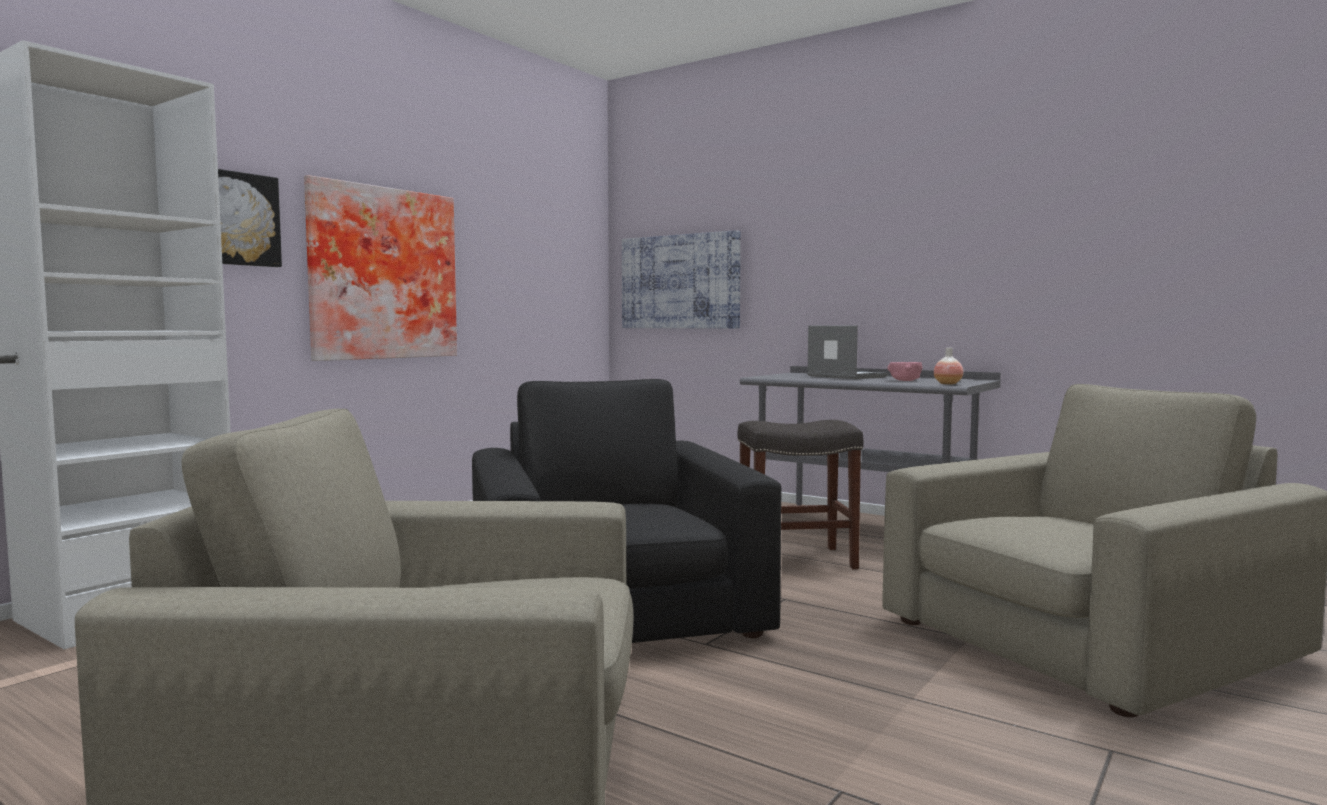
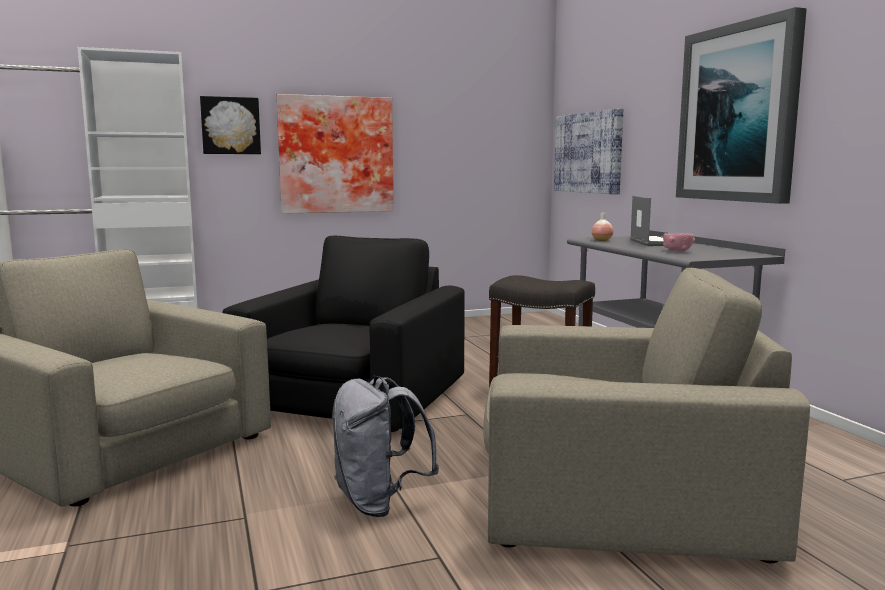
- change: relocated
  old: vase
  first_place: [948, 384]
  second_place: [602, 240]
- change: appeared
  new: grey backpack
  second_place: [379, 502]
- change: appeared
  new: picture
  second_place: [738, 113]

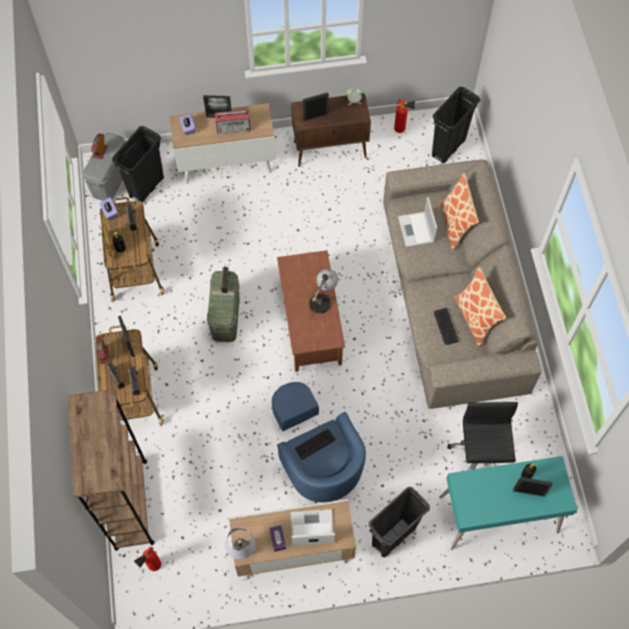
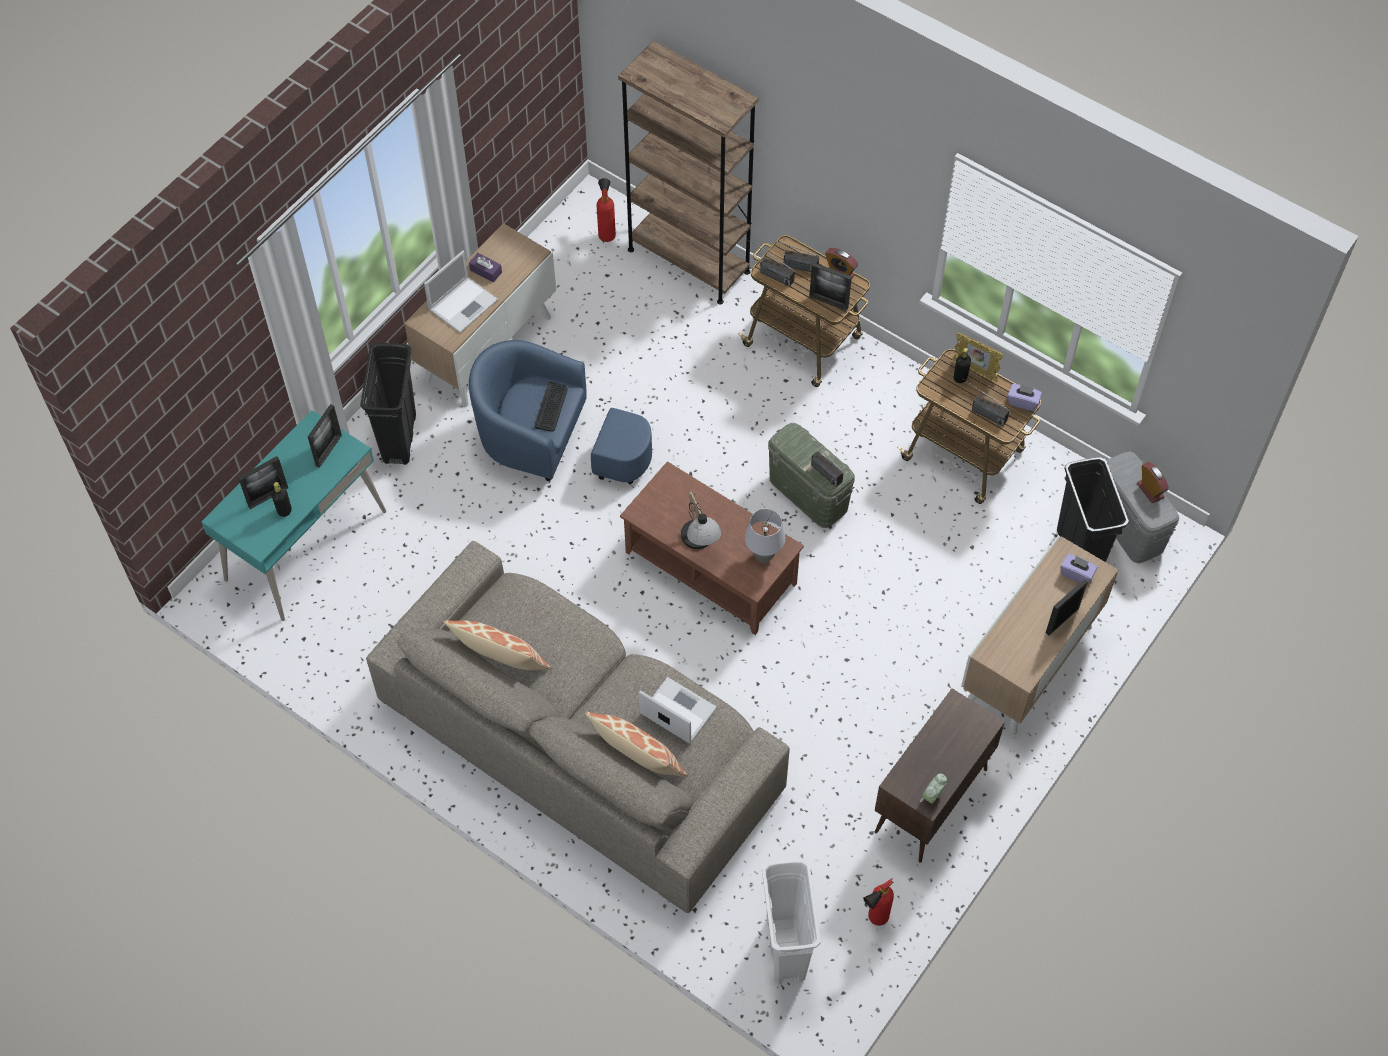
- change: missing
  old: radio
  first_place: [234, 127]
- change: relocated
  old: grey table lamp
  first_place: [242, 550]
  second_place: [764, 557]
- change: relocated
  old: picture frame
  first_place: [315, 116]
  second_place: [329, 450]
- change: colour
  old: black trash can
  new: white trash can
  first_place: [448, 148]
  second_place: [785, 948]
- change: missing
  old: keyboard
  first_place: [445, 326]
- change: missing
  old: black office chair
  first_place: [480, 455]

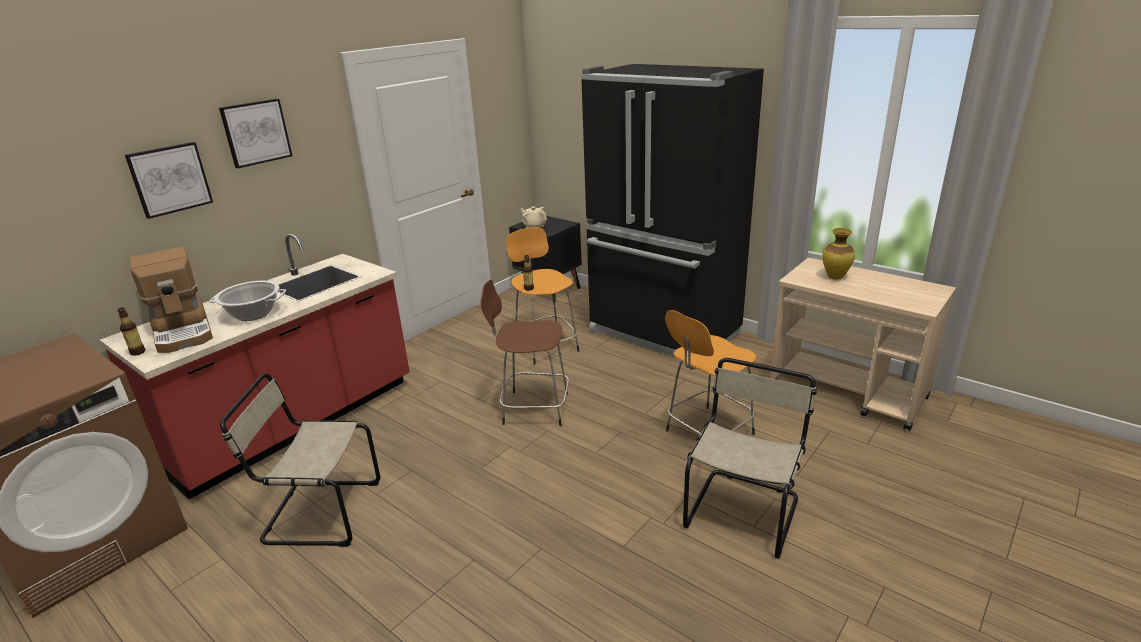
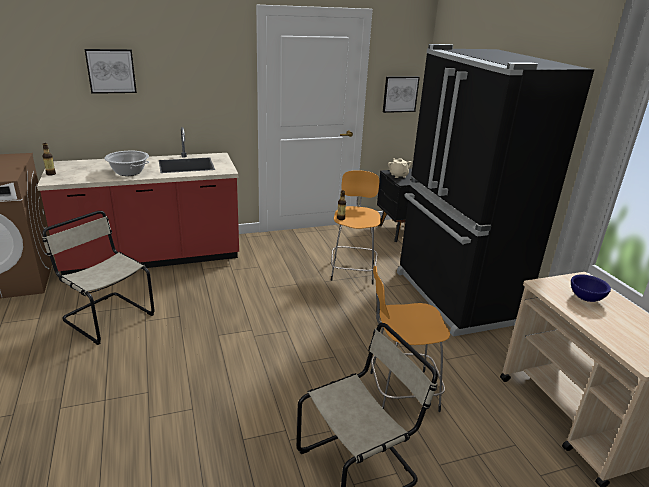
- change: missing
  old: coffee machine
  first_place: [184, 331]
- change: relocated
  old: picture
  first_place: [256, 132]
  second_place: [400, 94]
- change: missing
  old: brown stool
  first_place: [533, 408]
- change: exchanged
  old: vase
  new: blue bowl
  first_place: [835, 277]
  second_place: [586, 298]

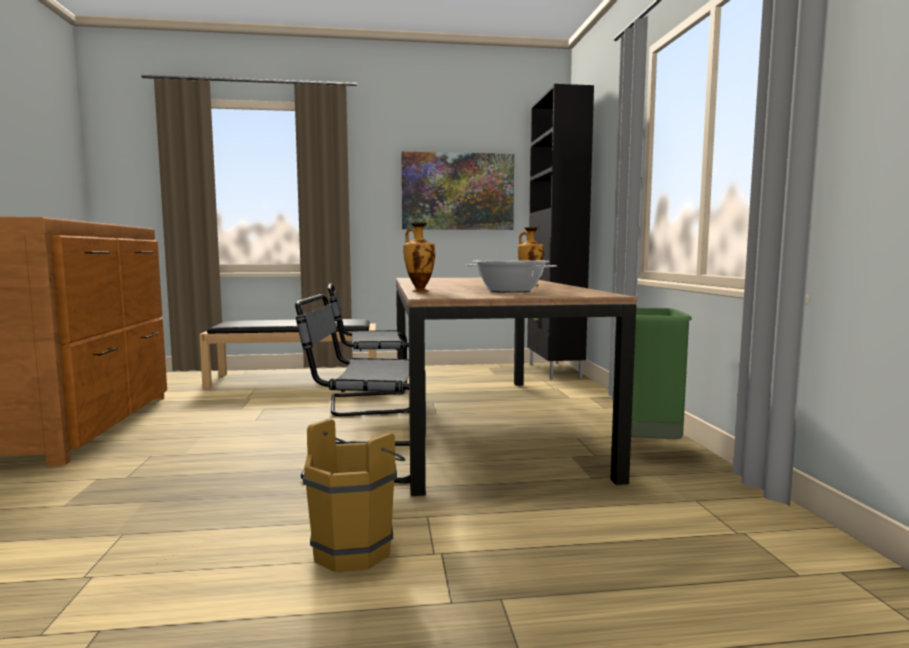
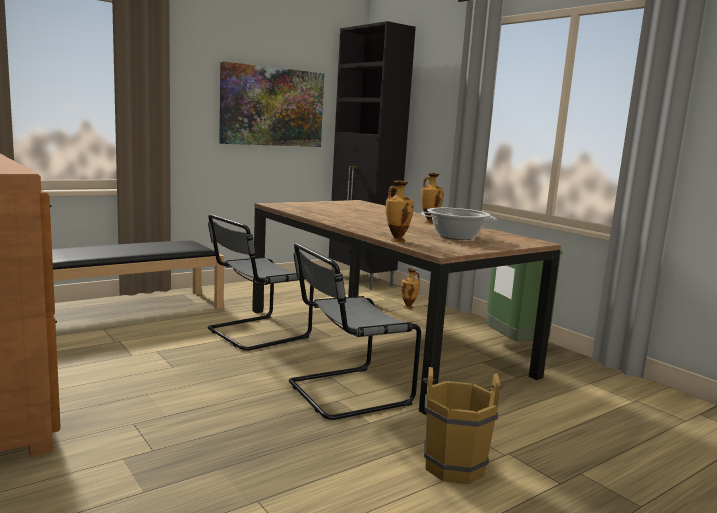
- change: appeared
  new: vase
  second_place: [408, 307]

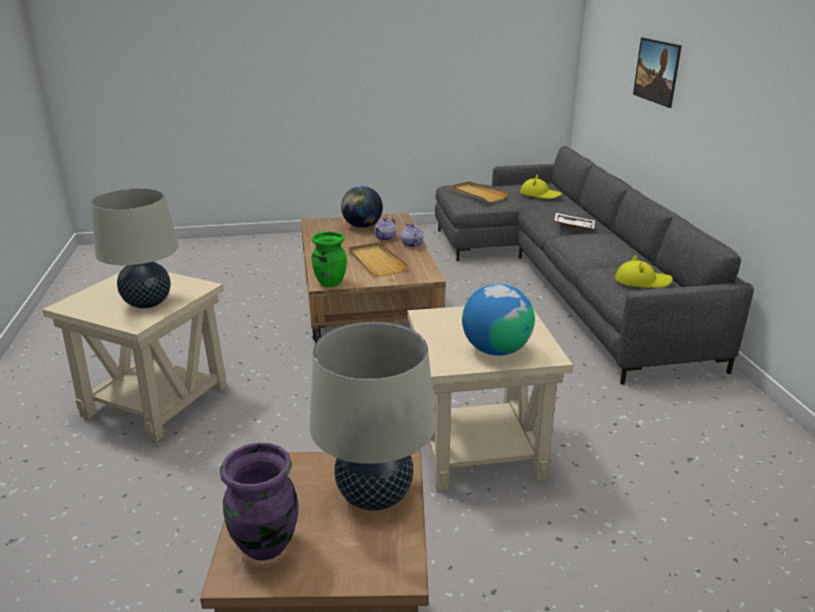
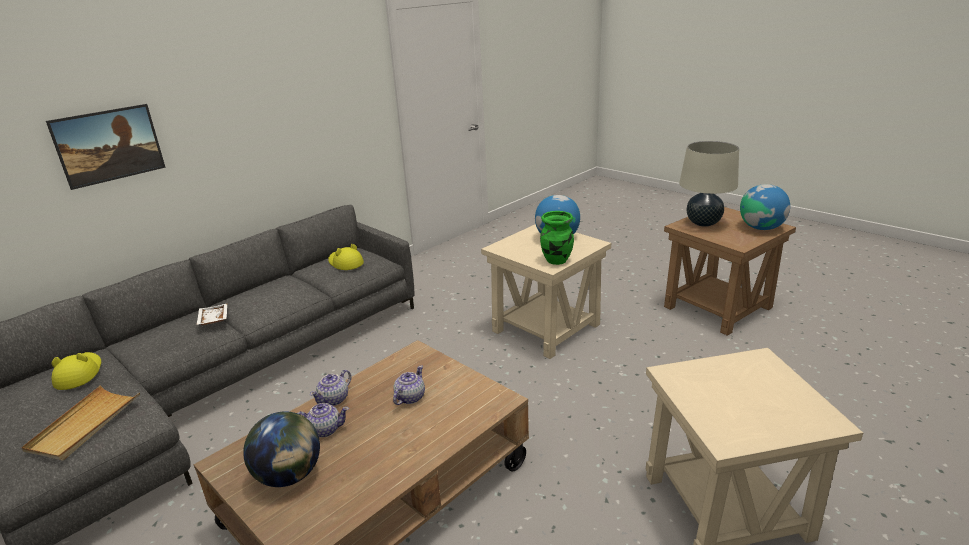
- change: missing
  old: beige table lamp
  first_place: [147, 303]
- change: exchanged
  old: purple vase
  new: globe
  first_place: [266, 545]
  second_place: [761, 228]
- change: relocated
  old: green vase
  first_place: [330, 283]
  second_place: [556, 260]
- change: exchanged
  old: beige tray
  new: teapot
  first_place: [376, 261]
  second_place: [409, 397]

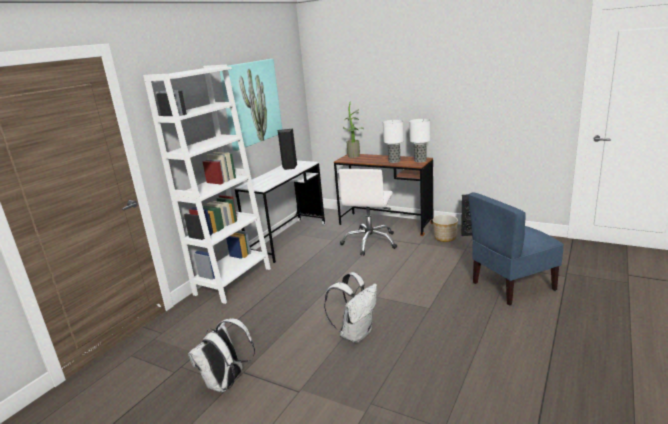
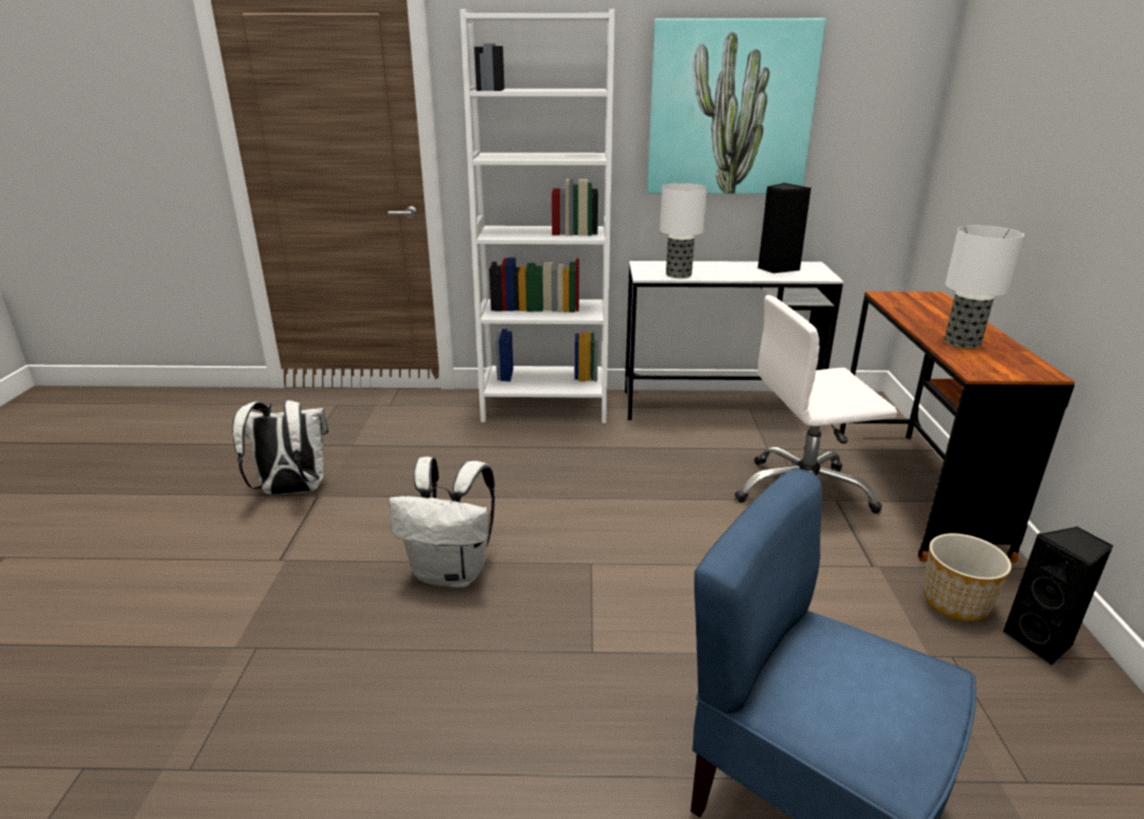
- change: missing
  old: potted plant
  first_place: [355, 156]
- change: relocated
  old: table lamp
  first_place: [419, 161]
  second_place: [678, 274]

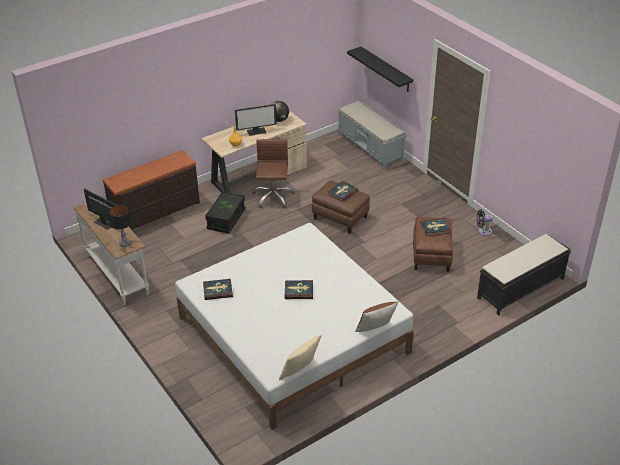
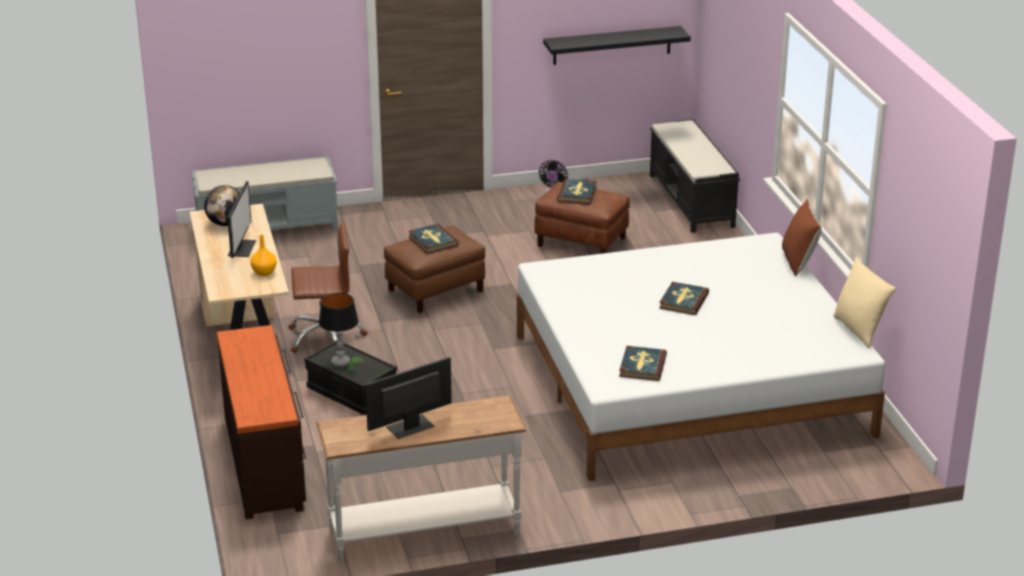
- change: relocated
  old: table lamp
  first_place: [125, 243]
  second_place: [340, 362]
- change: spun
  old: brown office chair
  first_place: [273, 197]
  second_place: [325, 337]
  degrees: 150
- change: relocated
  old: black shelf
  first_place: [386, 69]
  second_place: [612, 45]

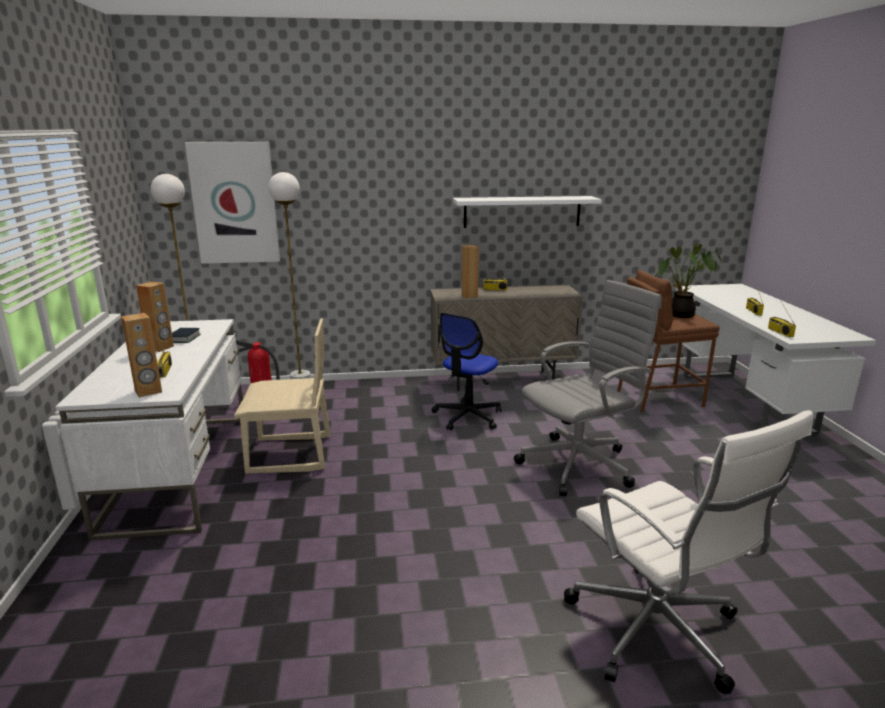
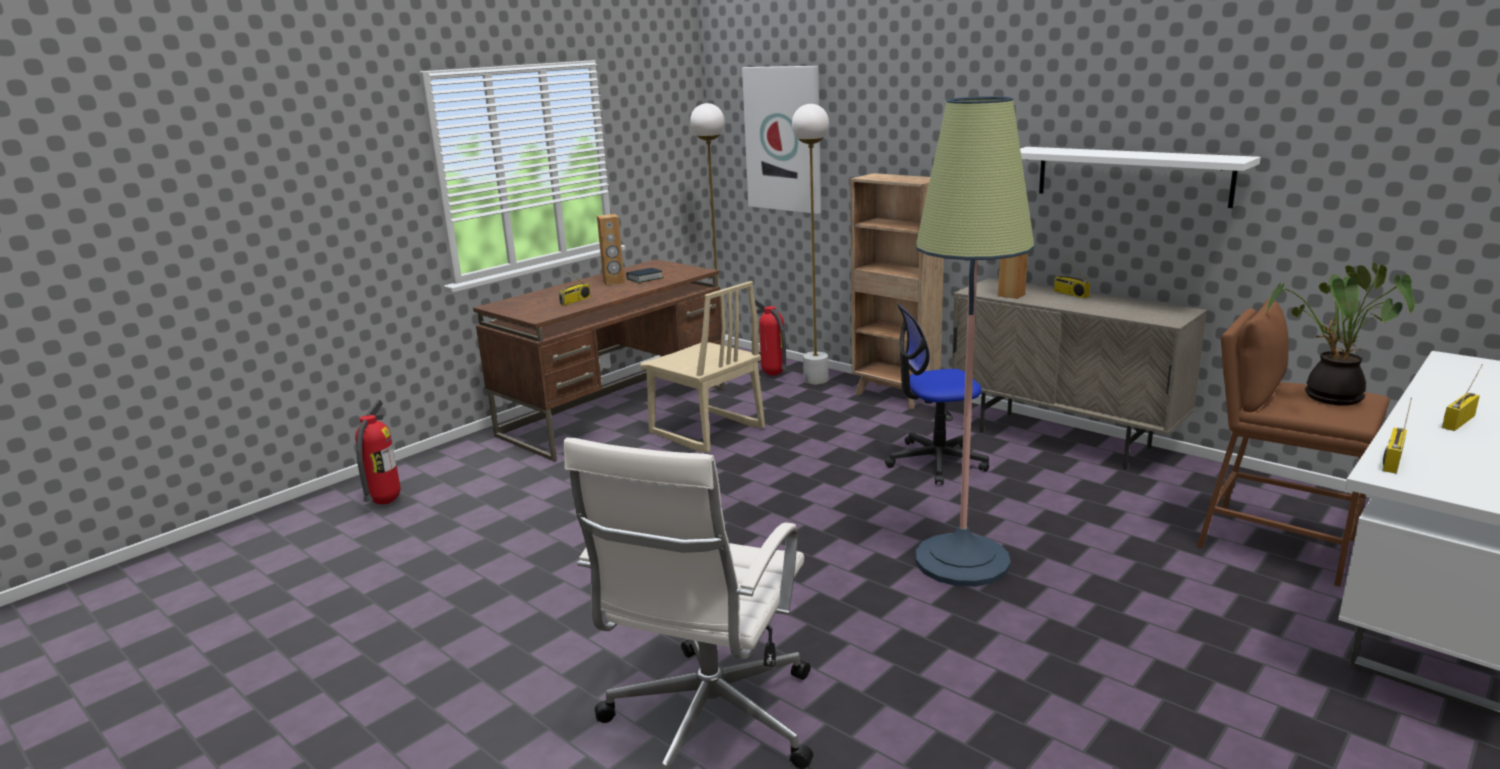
- change: colour
  old: white desk
  new: brown desk
  first_place: [180, 470]
  second_place: [616, 412]
- change: missing
  old: brown speaker
  first_place: [148, 391]
- change: exchanged
  old: grey office chair
  new: floor lamp
  first_place: [580, 464]
  second_place: [962, 561]
- change: appeared
  new: fire extinguisher
  second_place: [385, 502]
- change: appeared
  new: brown bookcase
  second_place: [895, 396]

